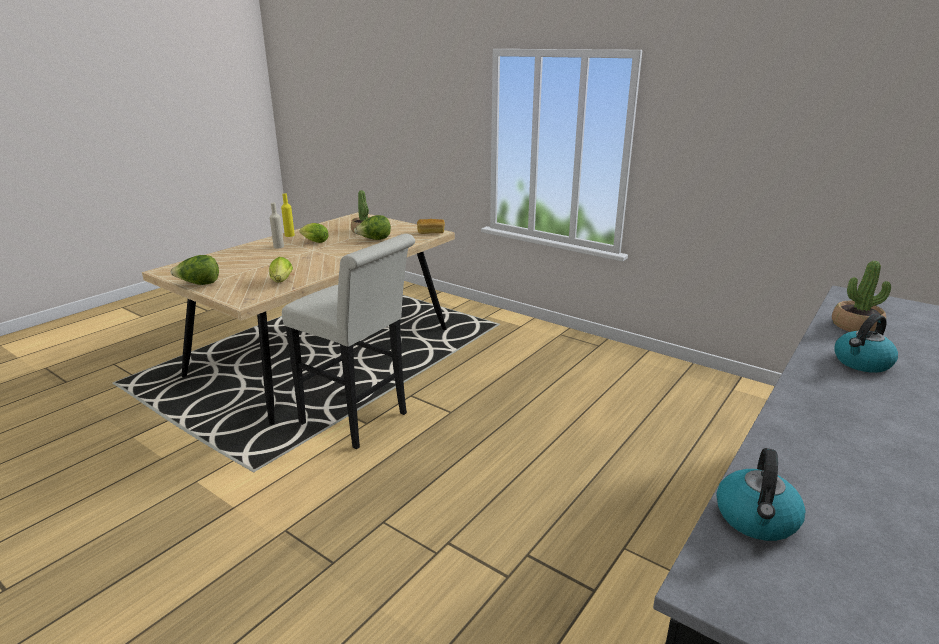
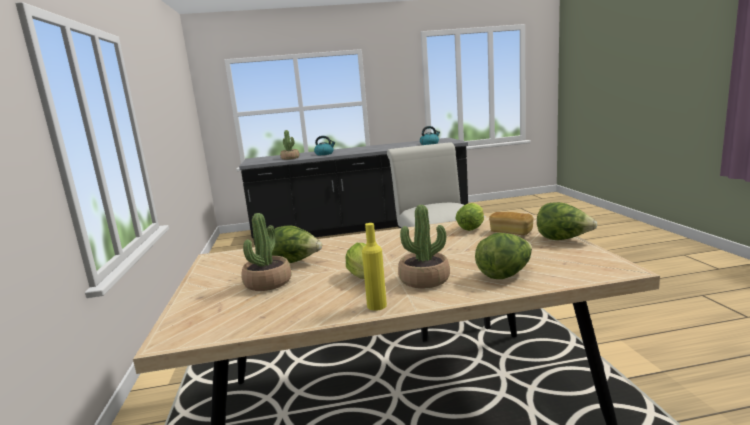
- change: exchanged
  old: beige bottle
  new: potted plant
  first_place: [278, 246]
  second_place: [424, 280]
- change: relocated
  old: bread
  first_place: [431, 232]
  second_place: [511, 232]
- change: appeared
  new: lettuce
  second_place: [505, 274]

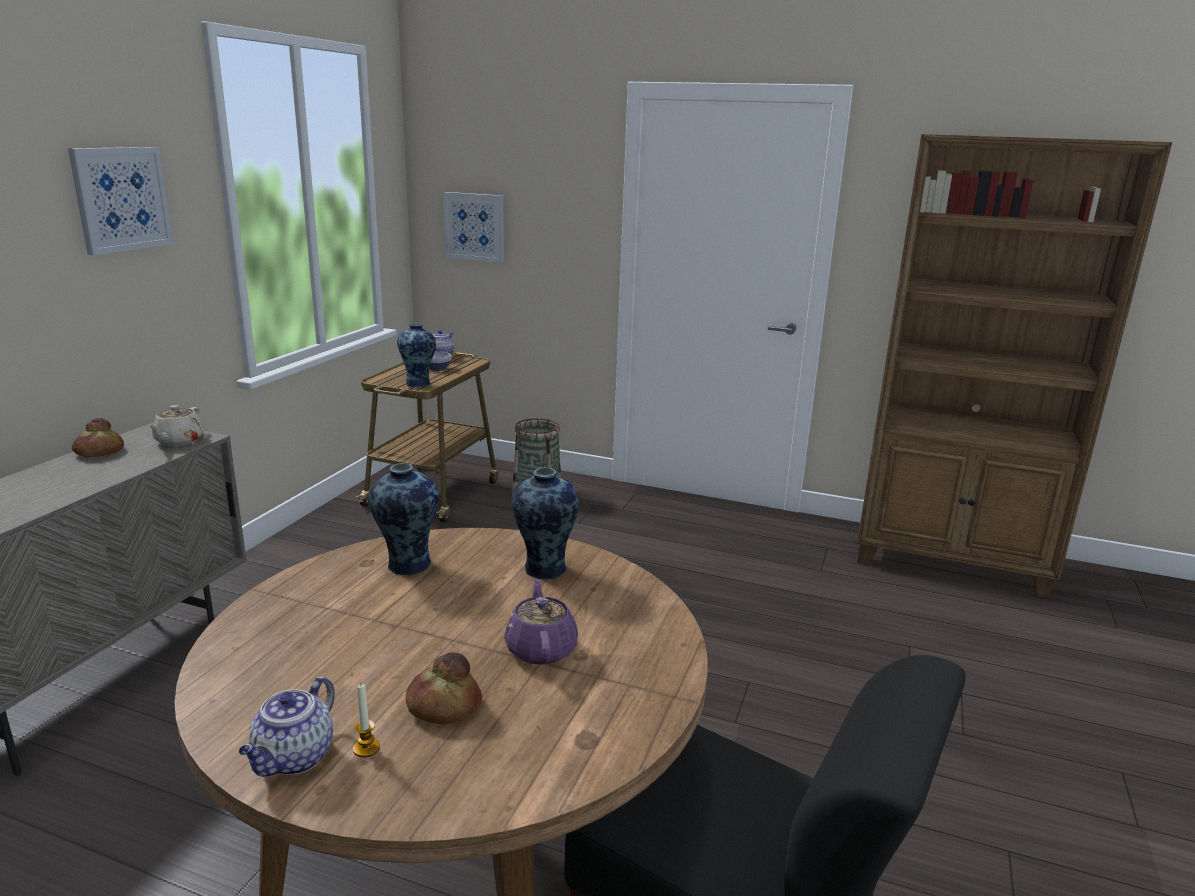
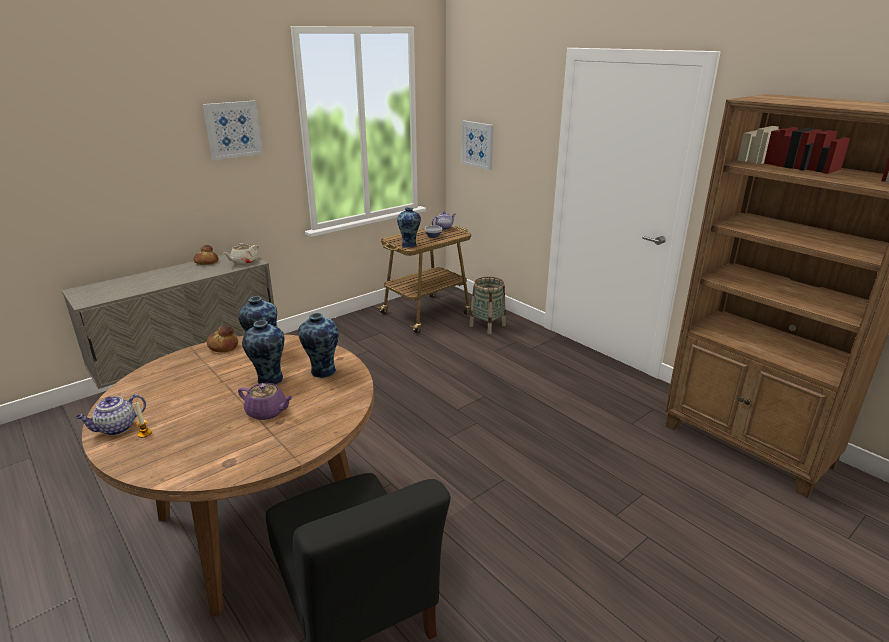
- change: relocated
  old: bread
  first_place: [443, 705]
  second_place: [223, 346]
- change: spun
  old: purple teapot
  first_place: [541, 648]
  second_place: [267, 412]
  degrees: 90
- change: appeared
  new: vase
  second_place: [269, 380]

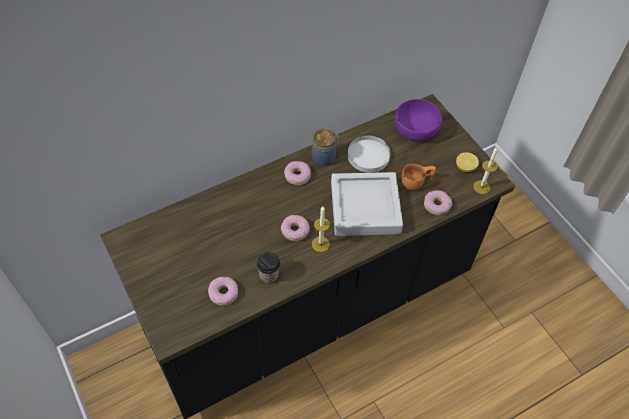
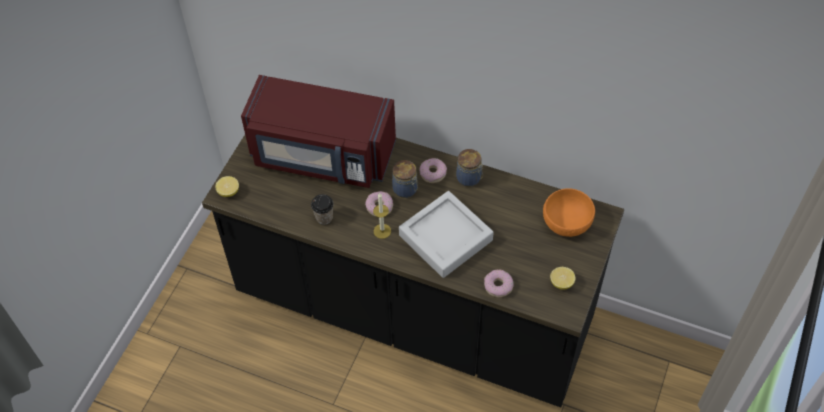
- change: missing
  old: donut
  first_place: [223, 293]
- change: missing
  old: white plate
  first_place: [368, 156]
- change: colour
  old: purple bowl
  new: orange bowl
  first_place: [415, 129]
  second_place: [567, 221]
- change: missing
  old: orange cup
  first_place: [417, 183]
- change: missing
  old: candle
  first_place: [481, 187]
- change: appeared
  new: lemon
  second_place: [228, 192]
- change: appeared
  new: red microwave
  second_place: [322, 155]
- change: appeared
  new: jar
  second_place: [406, 189]

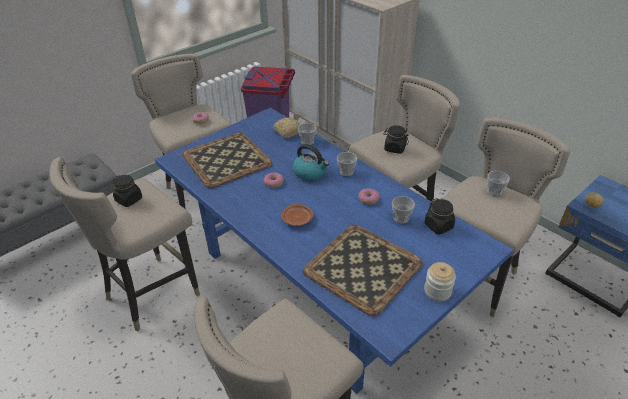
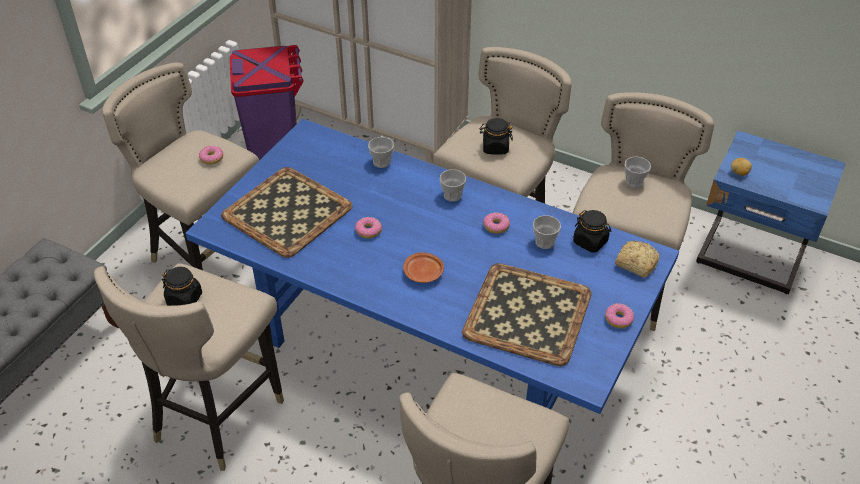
- change: relocated
  old: bread
  first_place: [287, 131]
  second_place: [635, 263]
- change: missing
  old: kettle
  first_place: [310, 172]
- change: exchanged
  old: jar
  new: donut
  first_place: [437, 291]
  second_place: [618, 319]

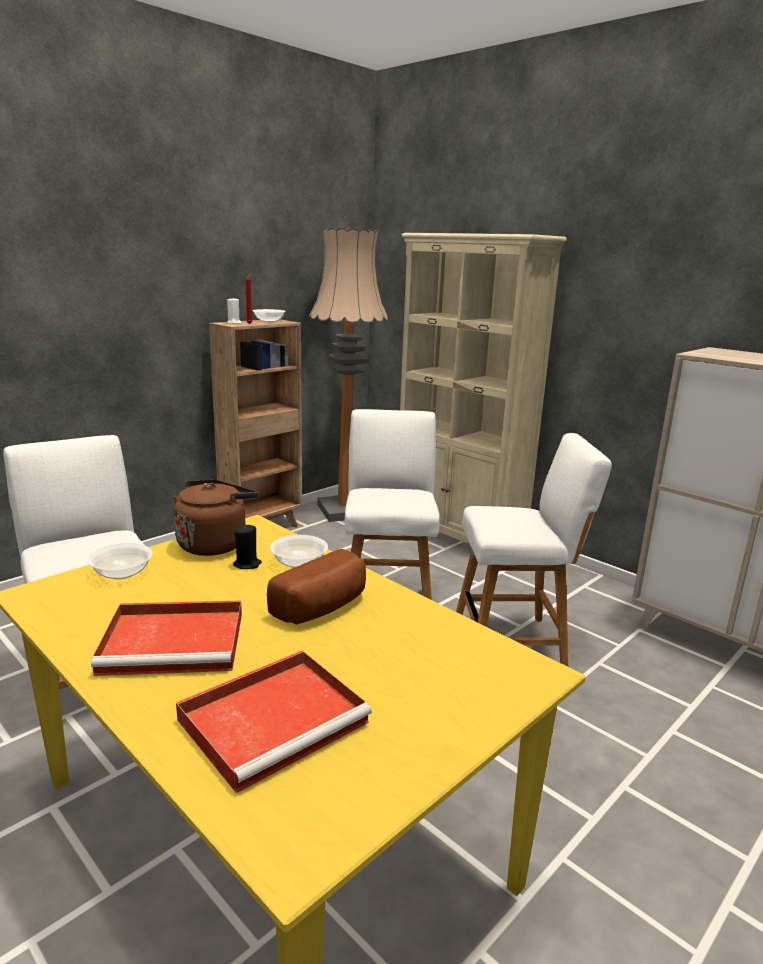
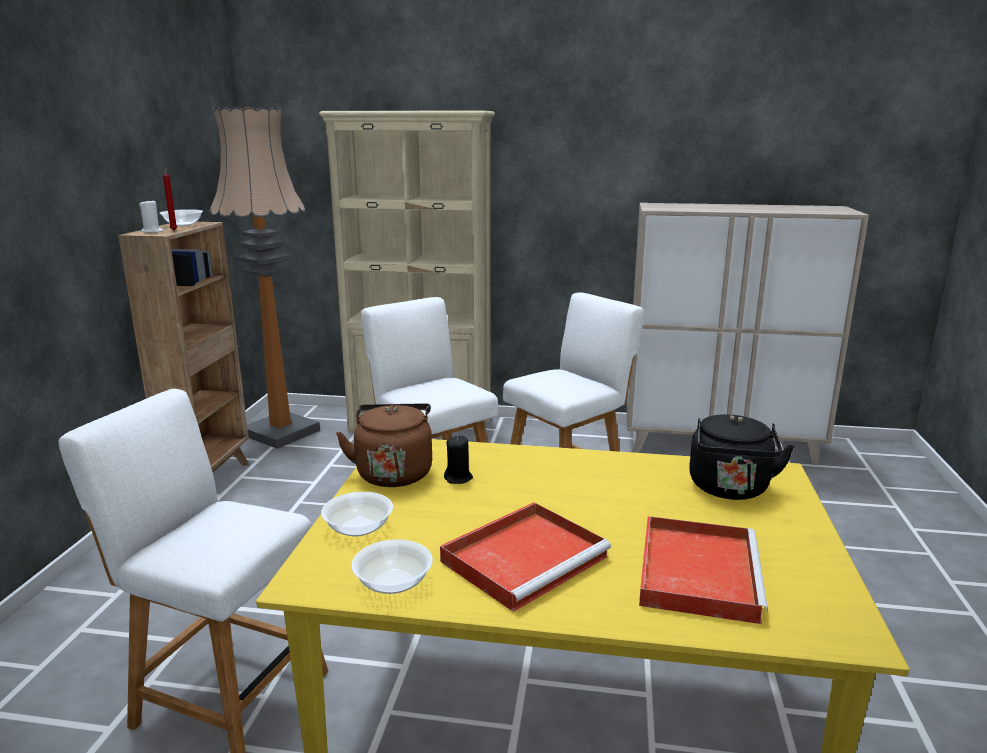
- change: missing
  old: bread
  first_place: [324, 607]
- change: relocated
  old: bowl
  first_place: [299, 562]
  second_place: [393, 582]
- change: appeared
  new: black kettle
  second_place: [730, 490]

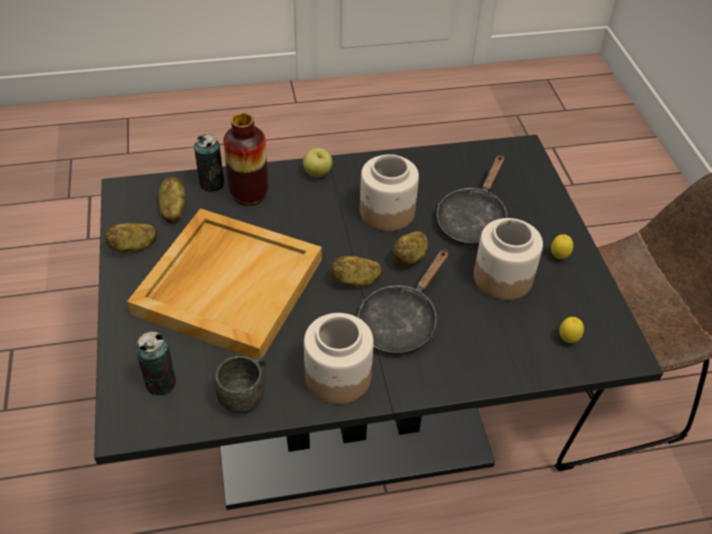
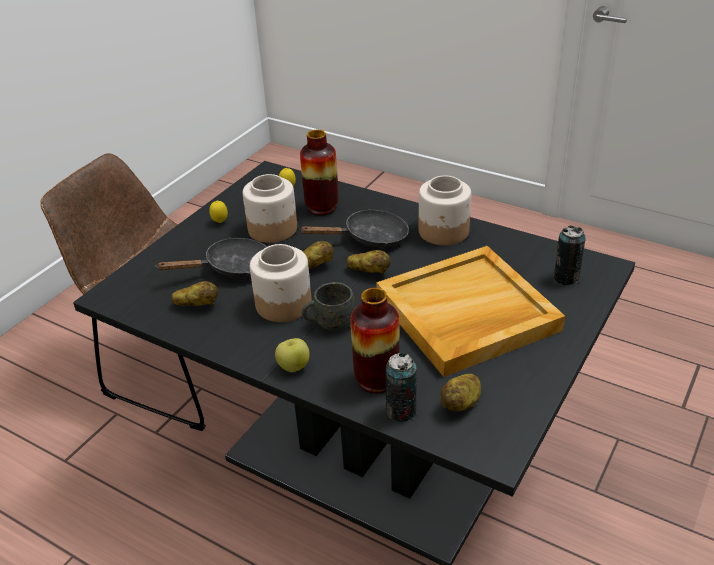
- change: relocated
  old: potato
  first_place: [133, 247]
  second_place: [197, 305]
- change: relocated
  old: grey mug
  first_place: [246, 394]
  second_place: [329, 324]
- change: appeared
  new: vase
  second_place: [322, 207]

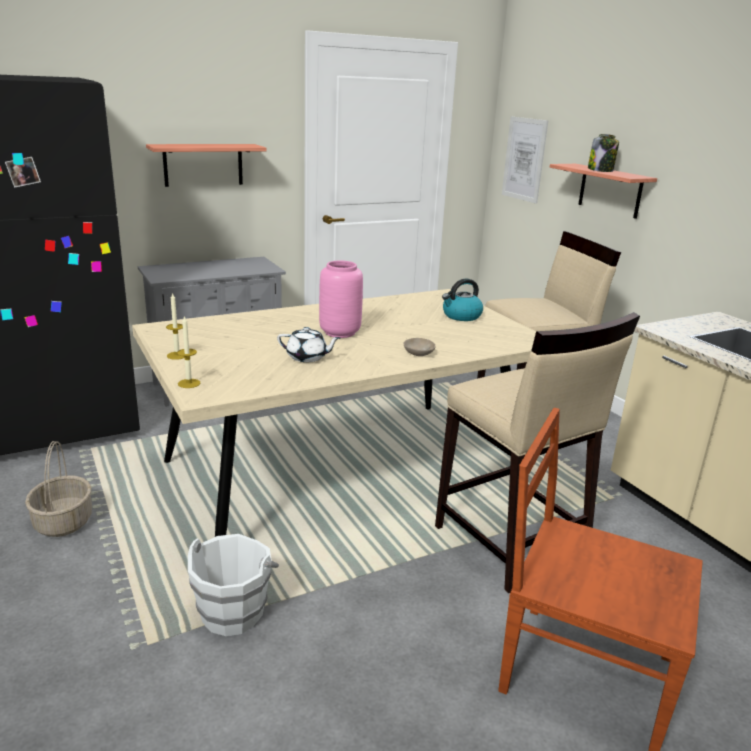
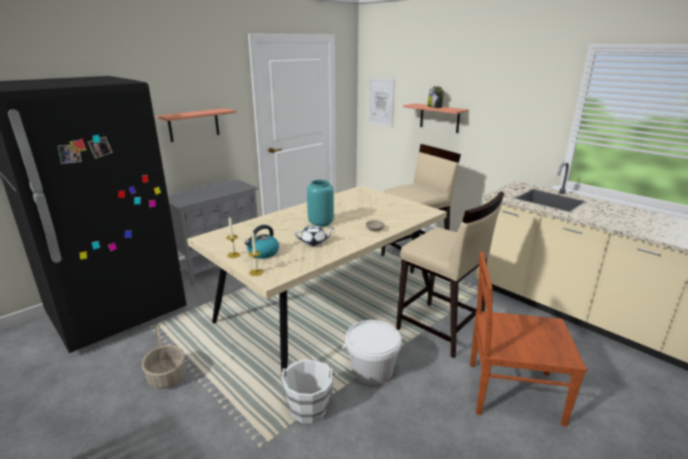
- change: colour
  old: pink vase
  new: turquoise vase
  first_place: [340, 333]
  second_place: [321, 223]
- change: relocated
  old: kettle
  first_place: [461, 316]
  second_place: [263, 253]
- change: appeared
  new: white bucket
  second_place: [372, 370]

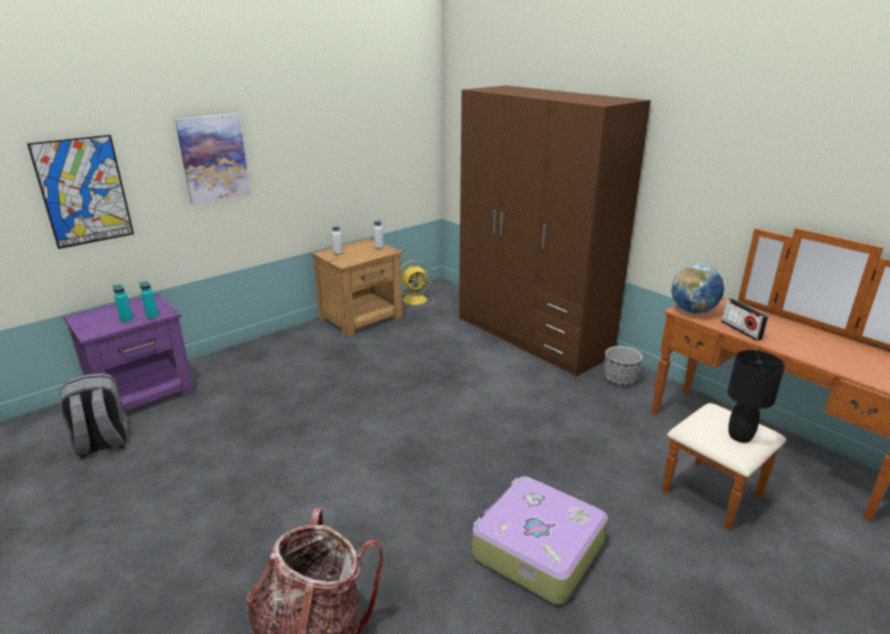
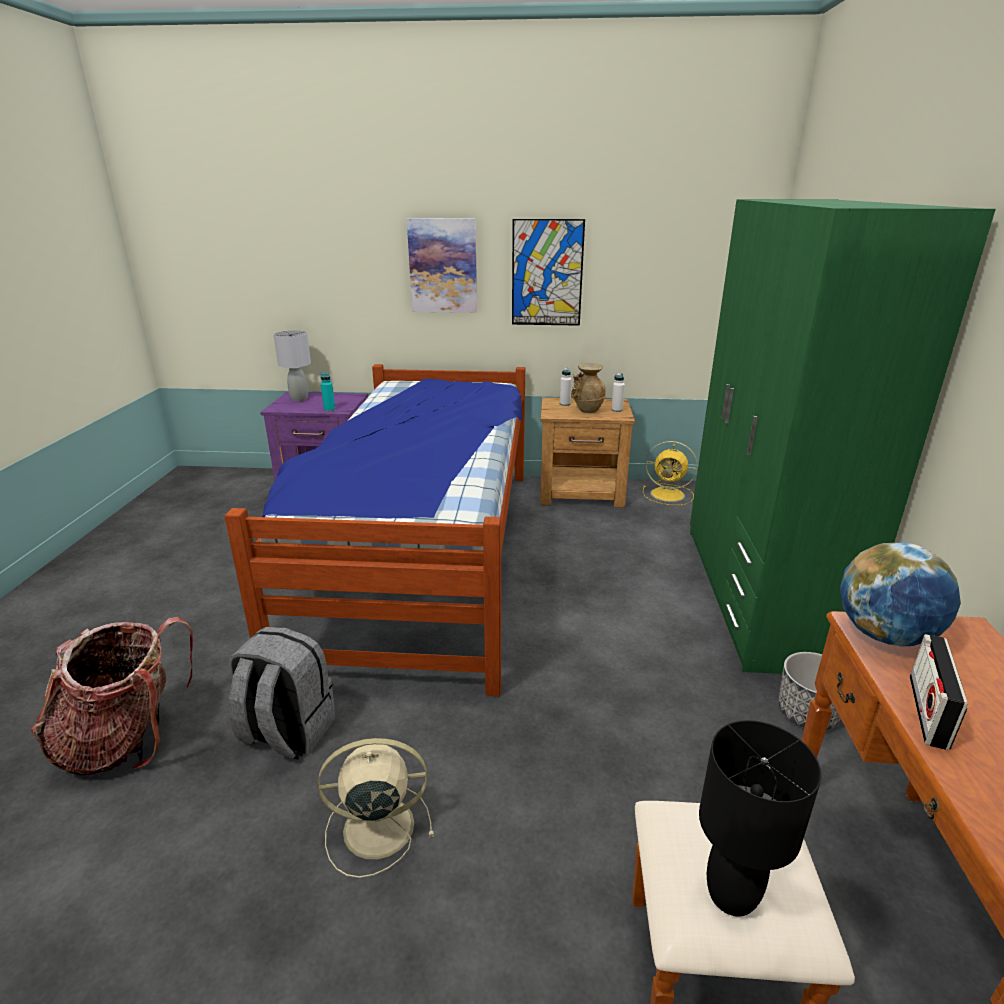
- change: relocated
  old: picture
  first_place: [84, 191]
  second_place: [547, 273]
- change: relocated
  old: grey backpack
  first_place: [102, 443]
  second_place: [287, 732]
- change: missing
  old: turquoise bottle
  first_place: [127, 320]
- change: colour
  old: brown wardrobe
  new: green wardrobe
  first_place: [532, 336]
  second_place: [756, 594]
- change: exchanged
  old: suitcase
  new: beige fan
  first_place: [536, 549]
  second_place: [375, 828]
- change: appeared
  new: bed
  second_place: [423, 554]
- change: appeared
  new: grey table lamp
  second_place: [299, 399]
- change: appeared
  new: beige vase
  second_place: [587, 410]

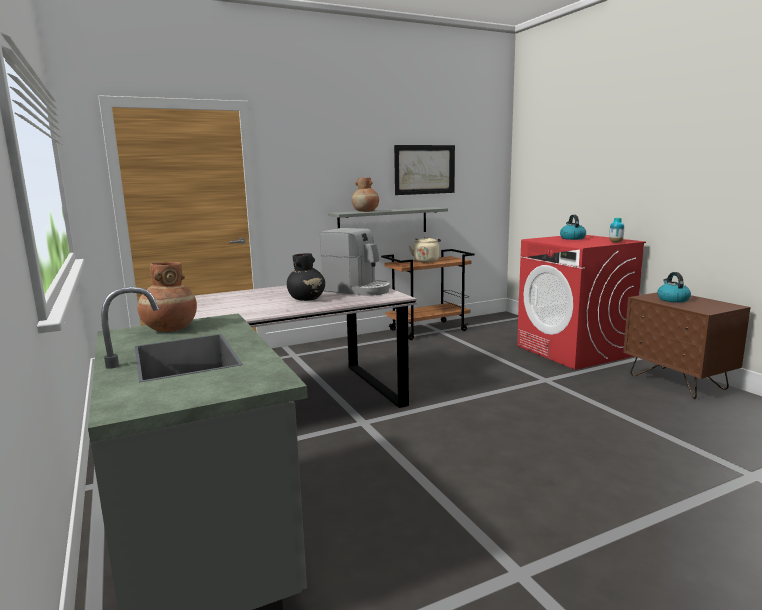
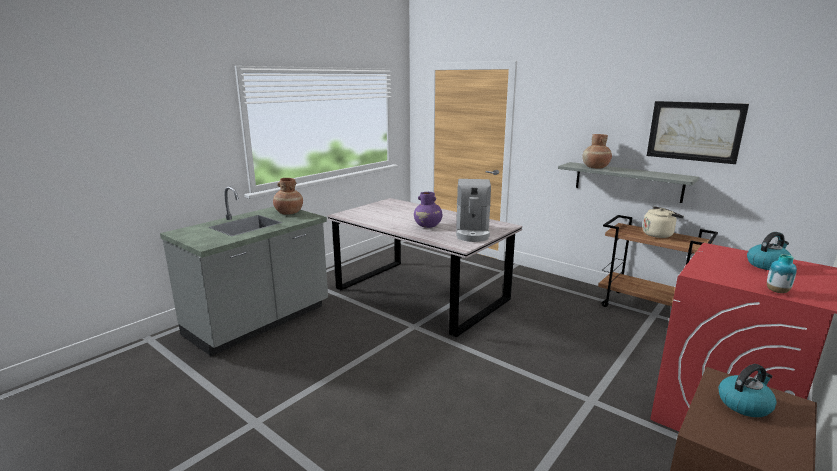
- change: colour
  old: black vase
  new: purple vase
  first_place: [307, 299]
  second_place: [428, 226]

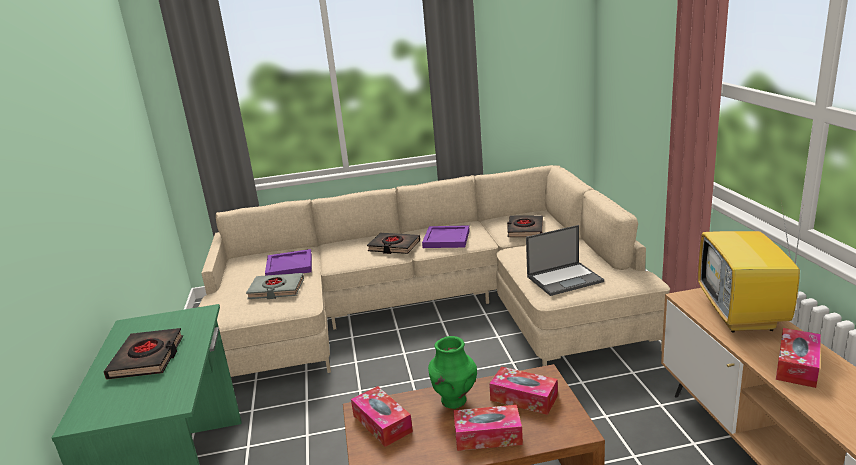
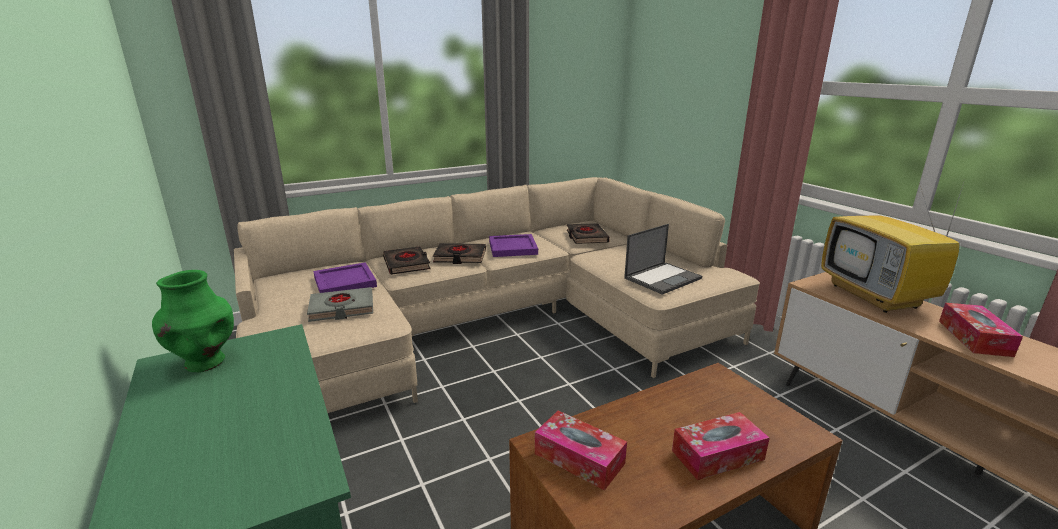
- change: relocated
  old: black book
  first_place: [147, 358]
  second_place: [407, 264]
- change: relocated
  old: green vase
  first_place: [454, 401]
  second_place: [205, 363]
- change: missing
  old: tissue box
  first_place: [524, 398]

